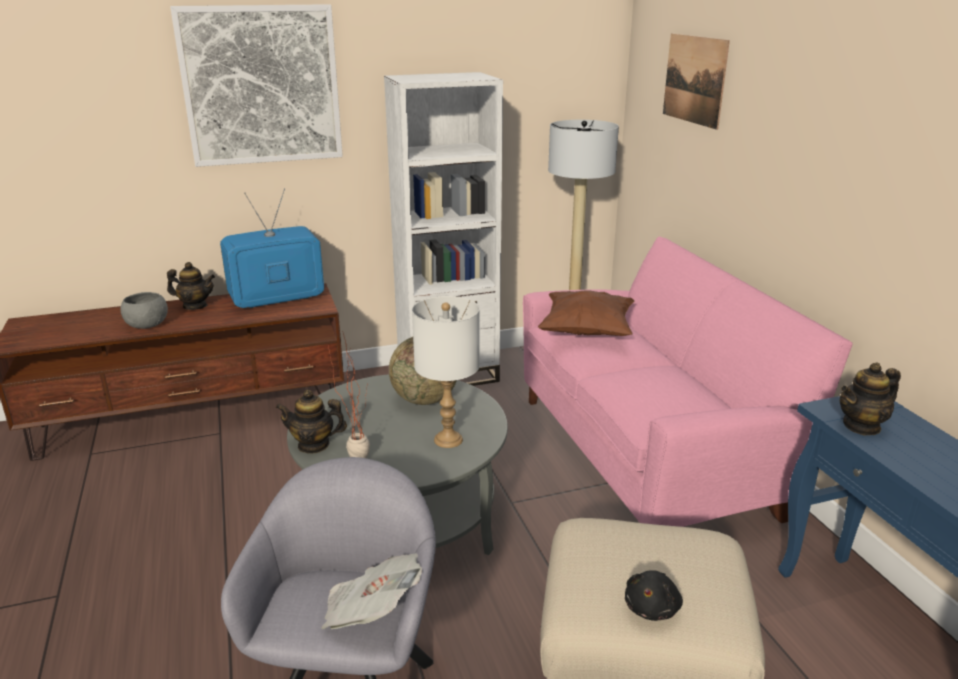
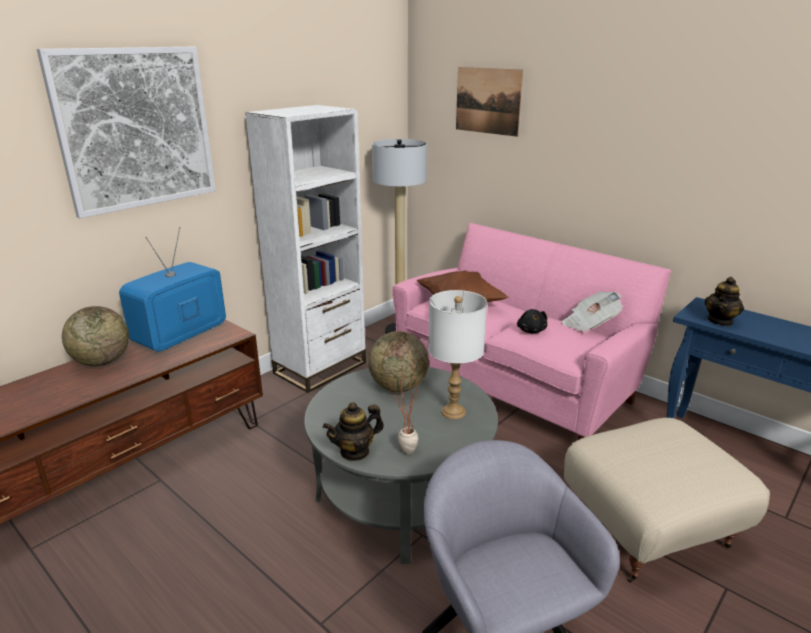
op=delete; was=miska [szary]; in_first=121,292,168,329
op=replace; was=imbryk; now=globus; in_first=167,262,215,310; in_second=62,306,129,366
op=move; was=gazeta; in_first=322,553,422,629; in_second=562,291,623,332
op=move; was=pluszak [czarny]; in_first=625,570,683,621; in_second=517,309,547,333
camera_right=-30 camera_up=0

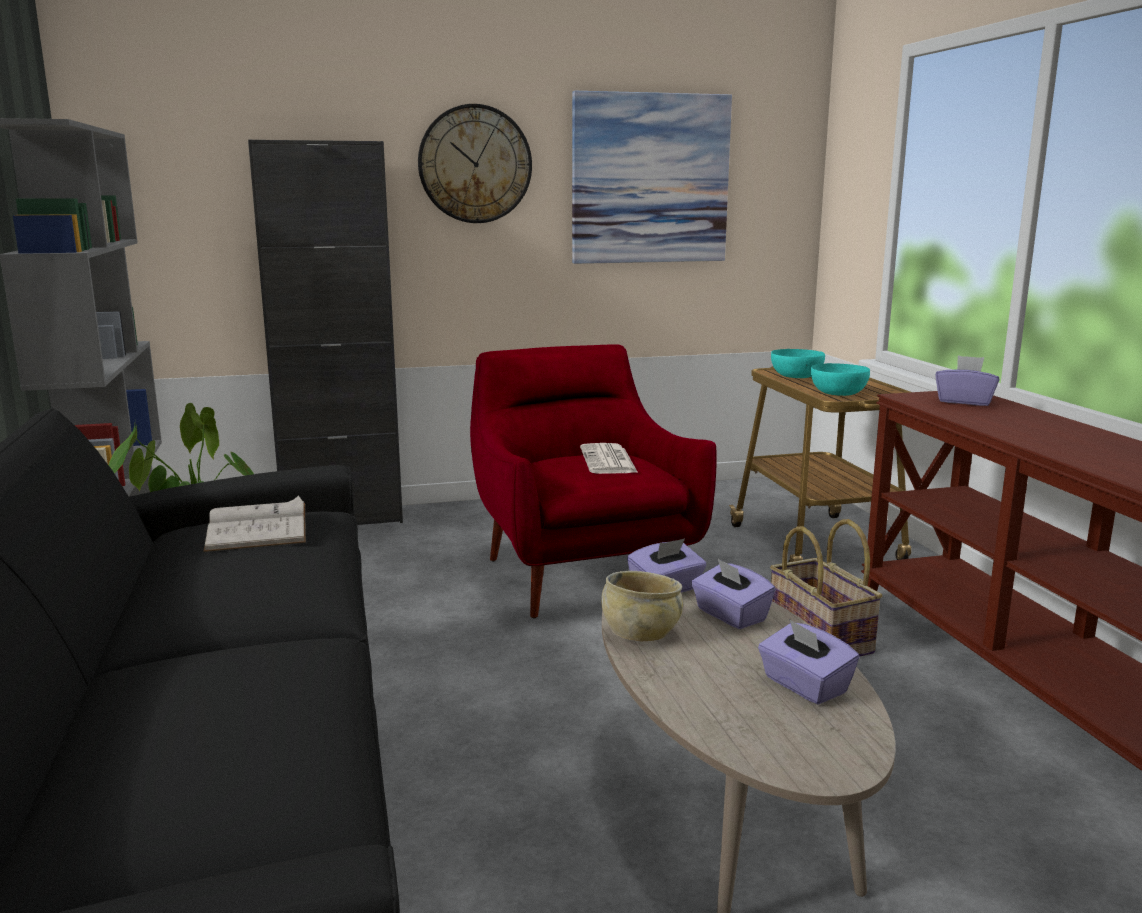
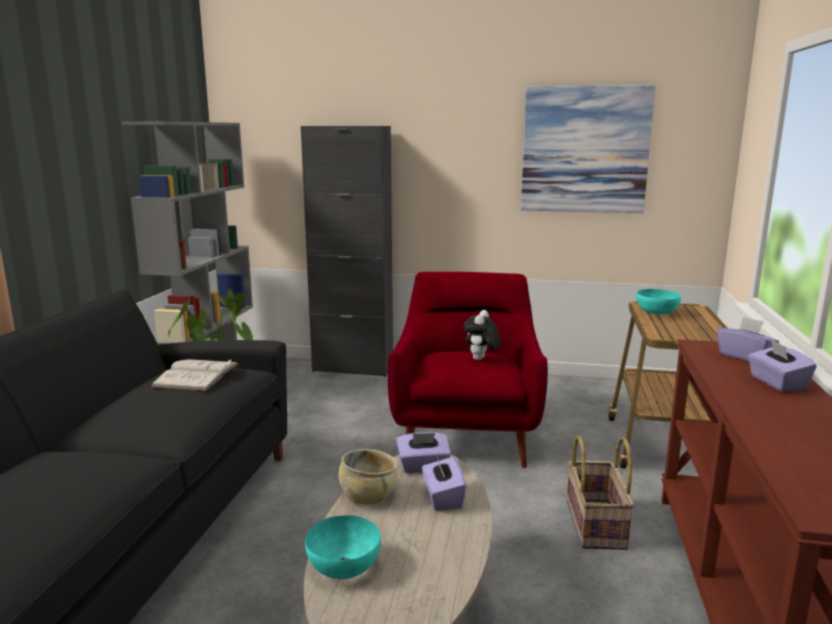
op=delete; was=zegar ścienny; in_first=418,104,532,223
op=replace; was=gazeta; now=pluszak; in_first=580,443,638,474; in_second=464,310,501,360
op=move; was=pudełko chusteczek [fioletowy]; in_first=758,619,860,705; in_second=748,339,817,392
op=move; was=miska [turkusowy]; in_first=811,363,870,396; in_second=305,515,381,579
camera_right=25 camera_up=0

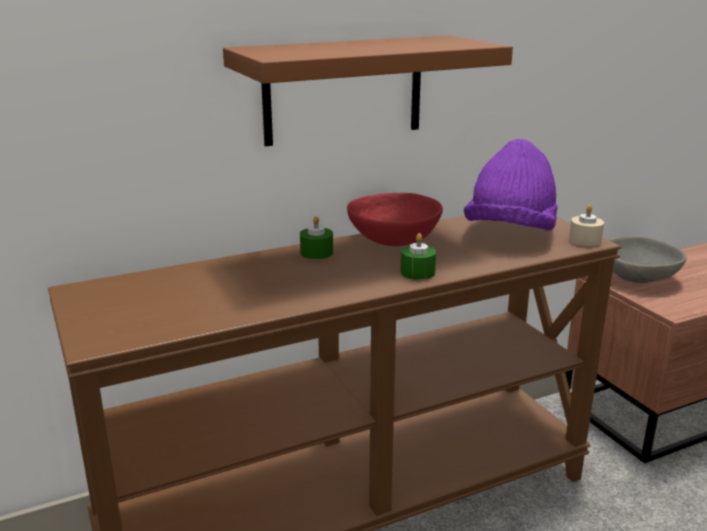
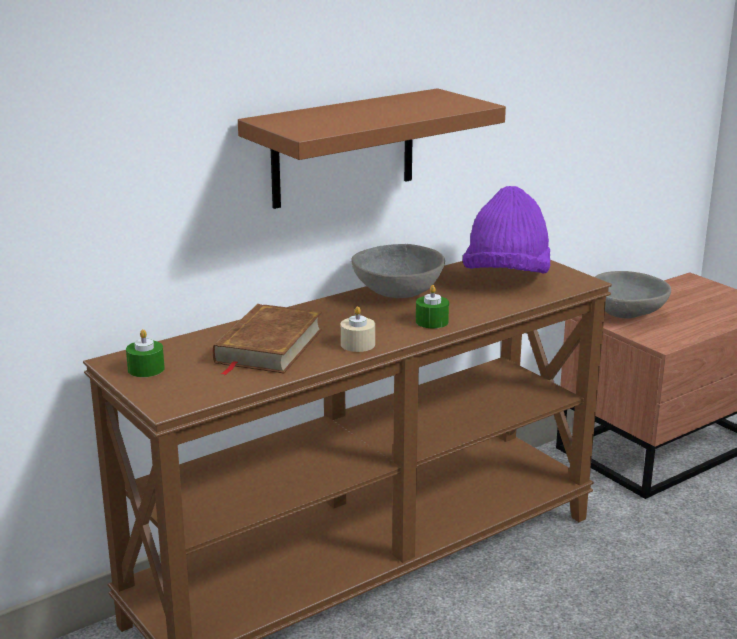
op=move; was=świeca [zielony]; in_first=300,216,333,259; in_second=126,329,165,377
op=recolor; was=miska [czerwony]; now=miska [szary]; in_first=347,193,443,246; in_second=351,244,445,298
op=move; was=świeca [beżowy]; in_first=569,205,604,246; in_second=341,306,375,352
op=insert; now=książka [brązowy]; in_second=213,304,322,375
camera_right=-10 camera_up=0

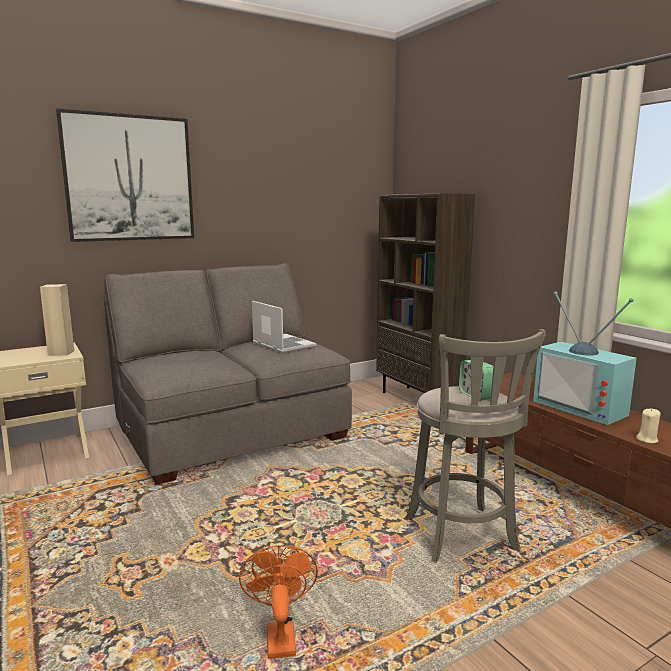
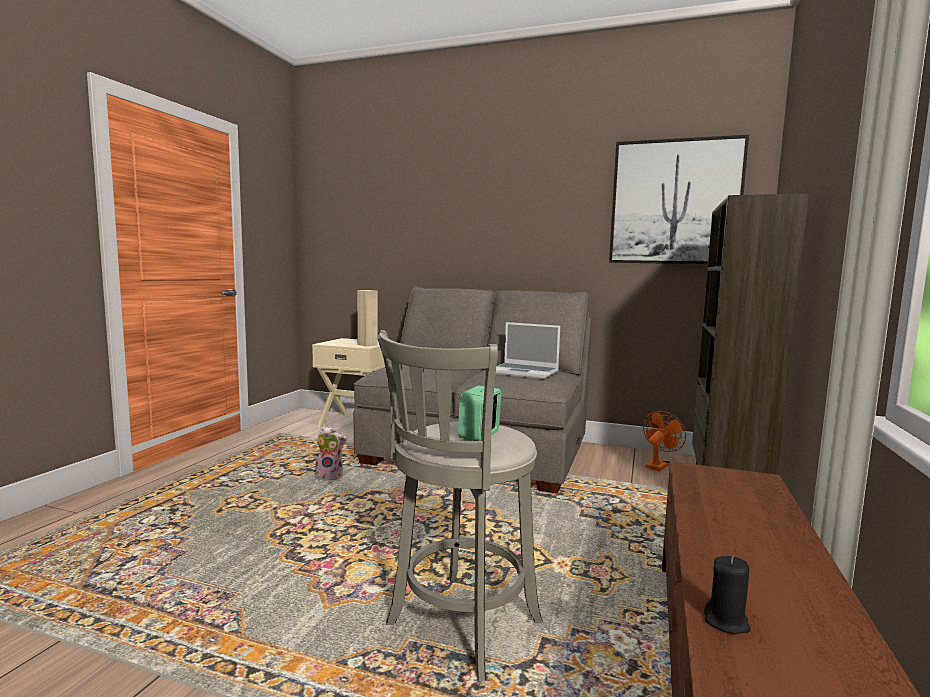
op=move; was=obraz; in_first=56,109,194,242; in_second=609,135,749,264
op=move; was=wentylator [pomarańczowy]; in_first=239,545,318,659; in_second=643,411,686,471
op=rotate; was=laptop; in_first=252,301,317,353; in_second=496,322,560,379; clockwise=105
op=delete; was=telewizor; in_first=533,292,637,425
op=recolor; was=świeca [beżowy]; now=świeca [czarny]; in_first=636,408,661,443; in_second=704,556,751,634
op=insert; now=pluszak; in_second=313,426,347,480
camera_right=50 camera_up=-5

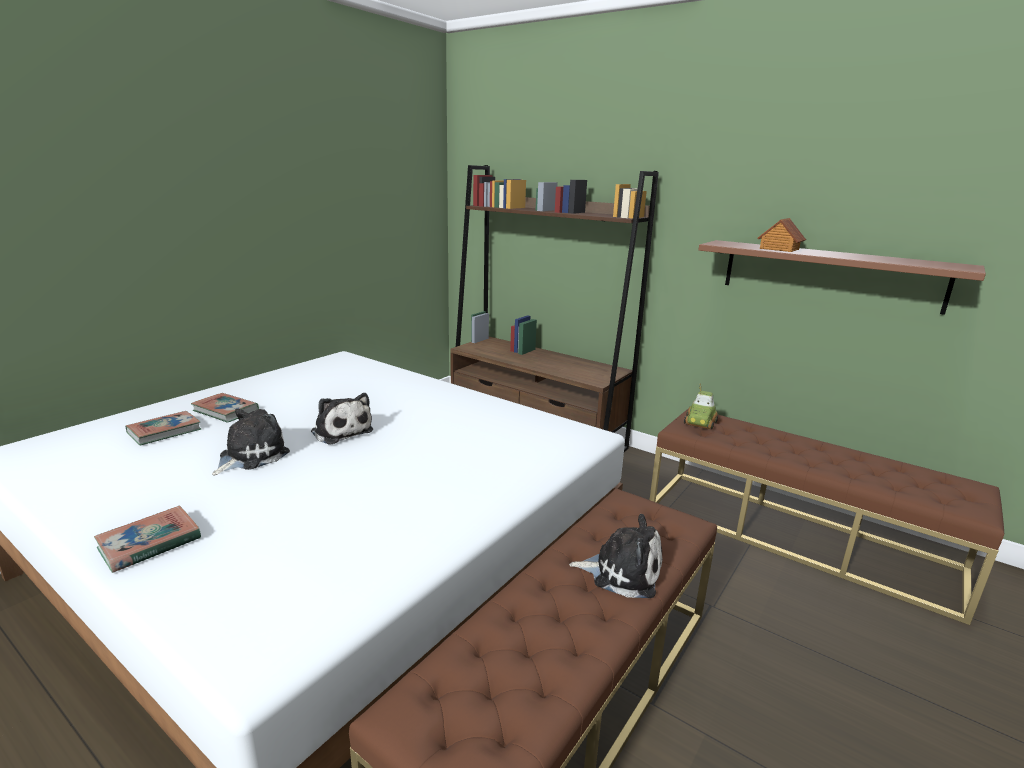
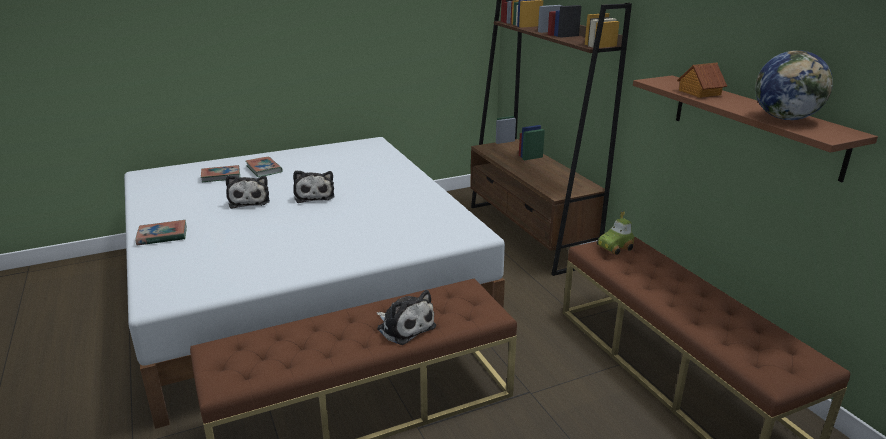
op=rotate; was=pluszak; in_first=212,409,290,476; in_second=226,175,270,209; clockwise=105
op=insert; now=globus; in_second=755,50,833,120
camera_right=30 camera_up=5

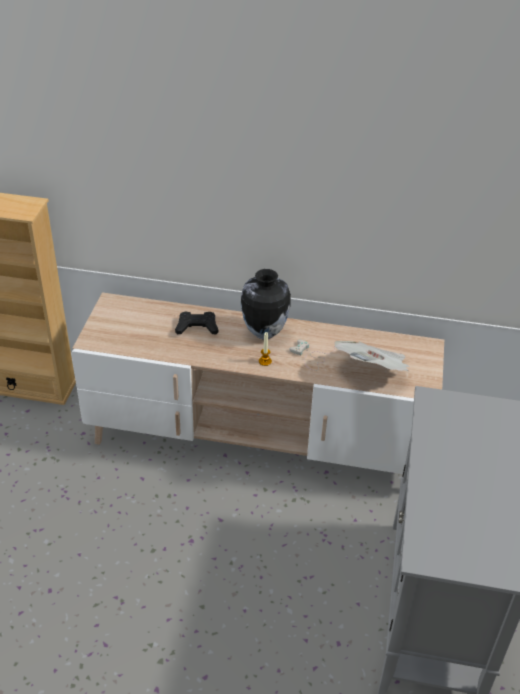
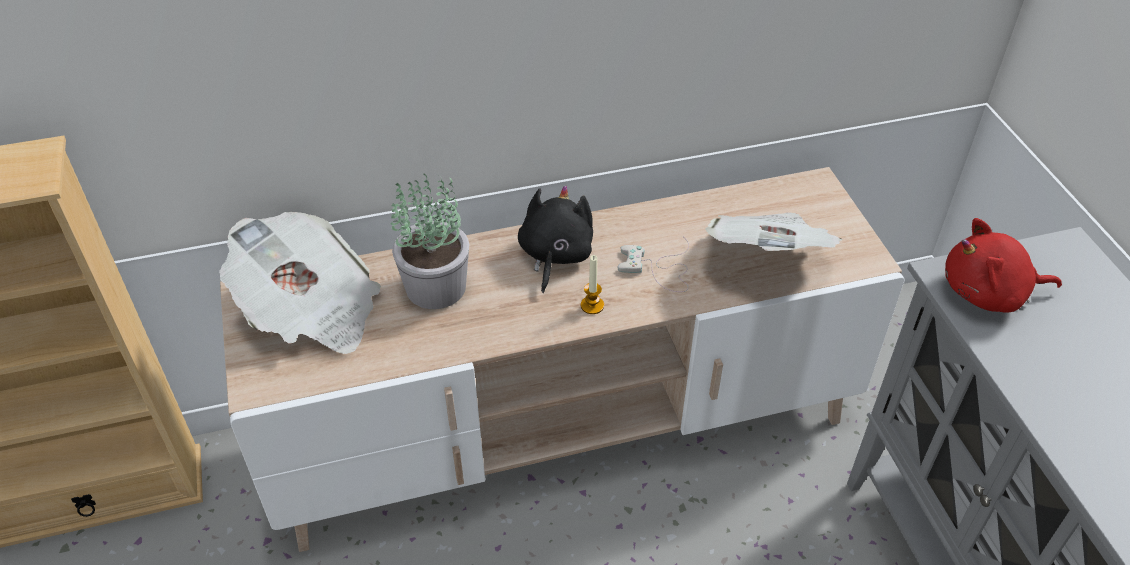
op=replace; was=pad do gier [czarny]; now=roślina doniczkowa; in_first=175,311,218,335; in_second=391,173,469,309
op=replace; was=wazon; now=pluszak [czarny]; in_first=241,269,291,339; in_second=518,185,593,293
op=insert; now=gazeta; in_second=219,212,381,354
op=insert; now=pluszak [czerwony]; in_second=945,218,1062,313
camera_right=-25 camera_up=5

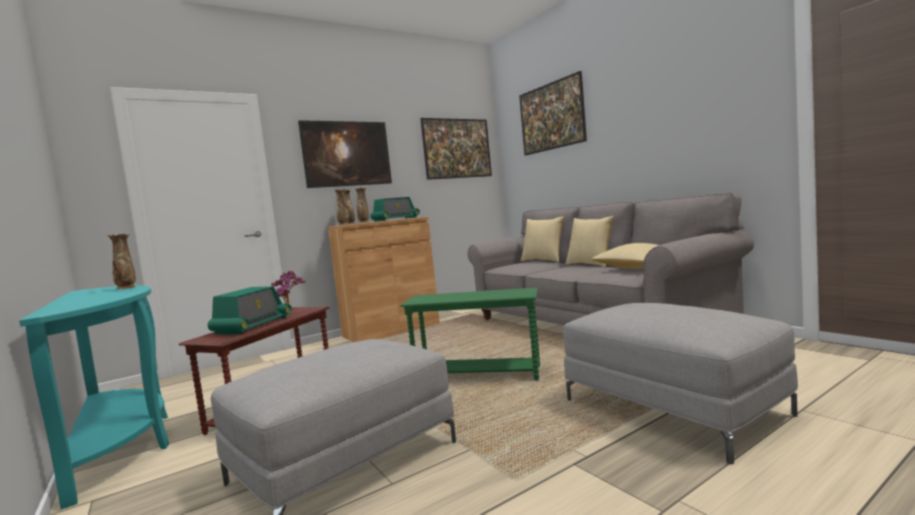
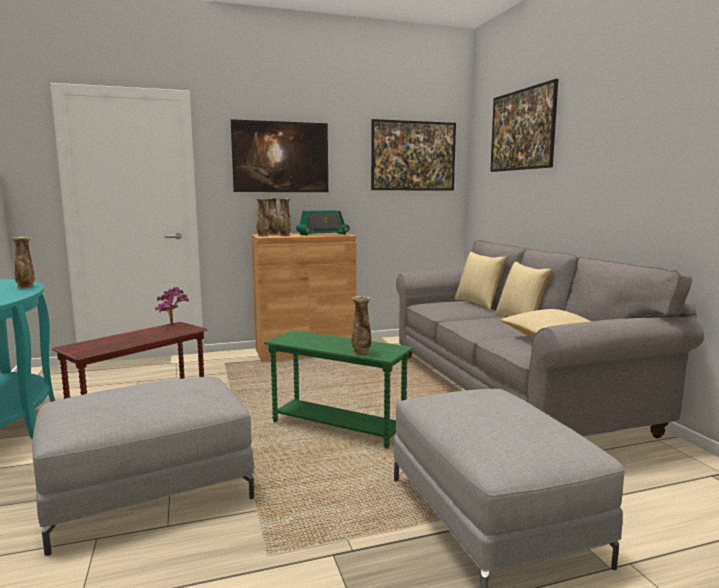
op=delete; was=radio; in_first=208,286,292,334
op=insert; now=wazon; in_second=352,296,371,355
camera_right=15 camera_up=5

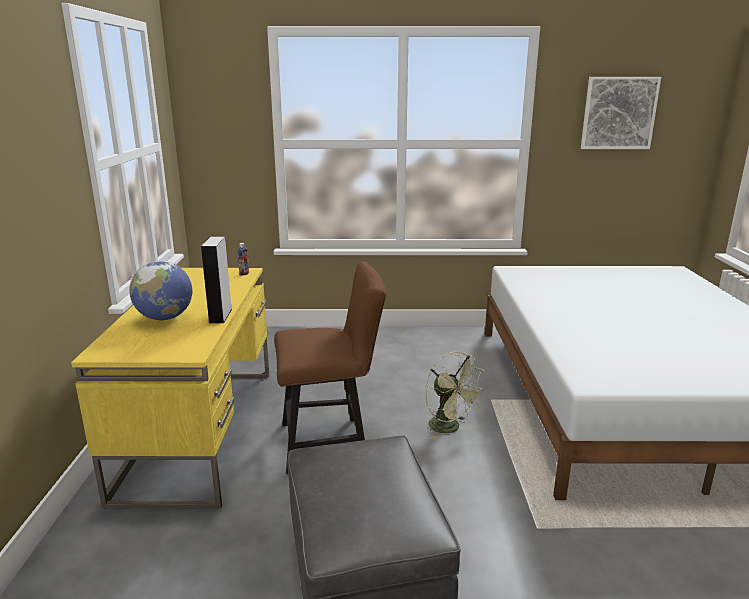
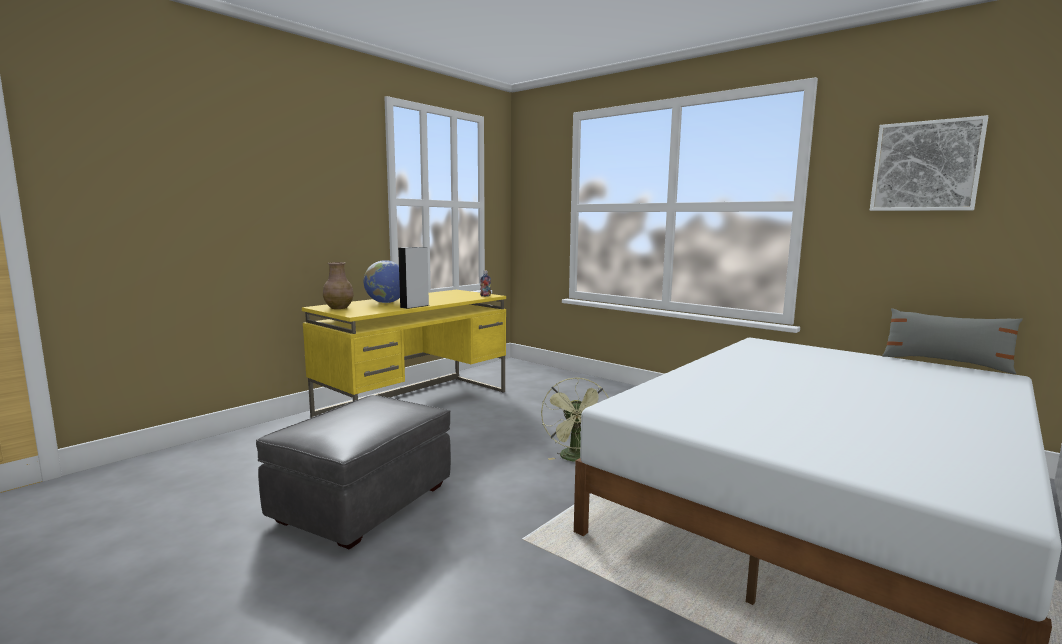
op=delete; was=krzesło [brązowy]; in_first=274,262,386,474
op=insert; now=wazon [brązowy]; in_second=323,262,354,309
op=insert; now=poduszka [szary]; in_second=882,308,1023,374
camera_right=40 camera_up=-10

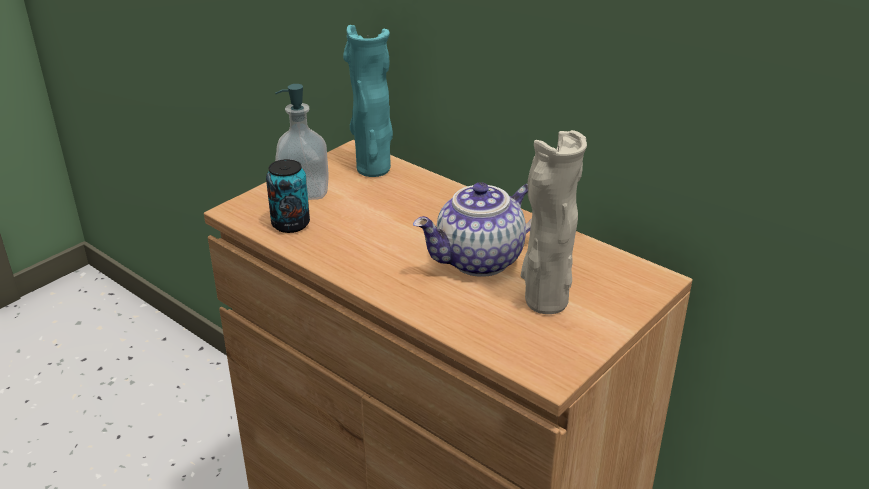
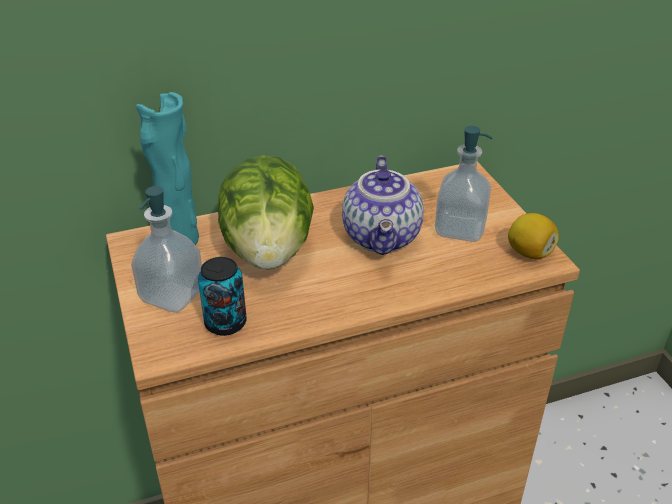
op=replace; was=wazon [beżowy]; now=dozownik mydła; in_first=521,130,587,314; in_second=435,126,493,242
op=insert; now=sałata; in_second=217,155,314,269
op=insert; now=cytryna; in_second=508,213,559,259
camera_right=-60 camera_up=5

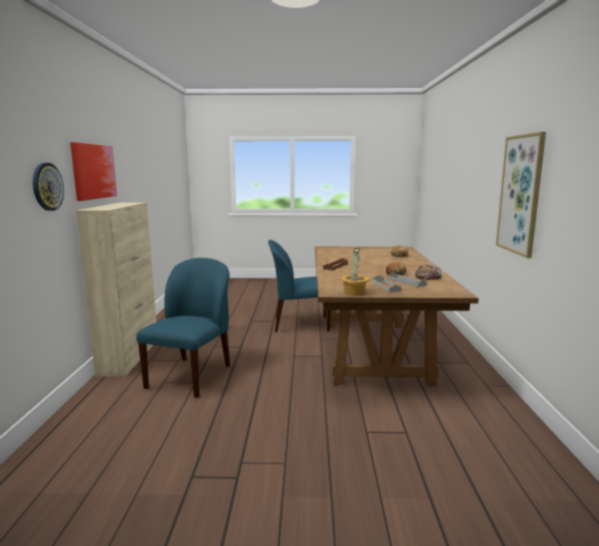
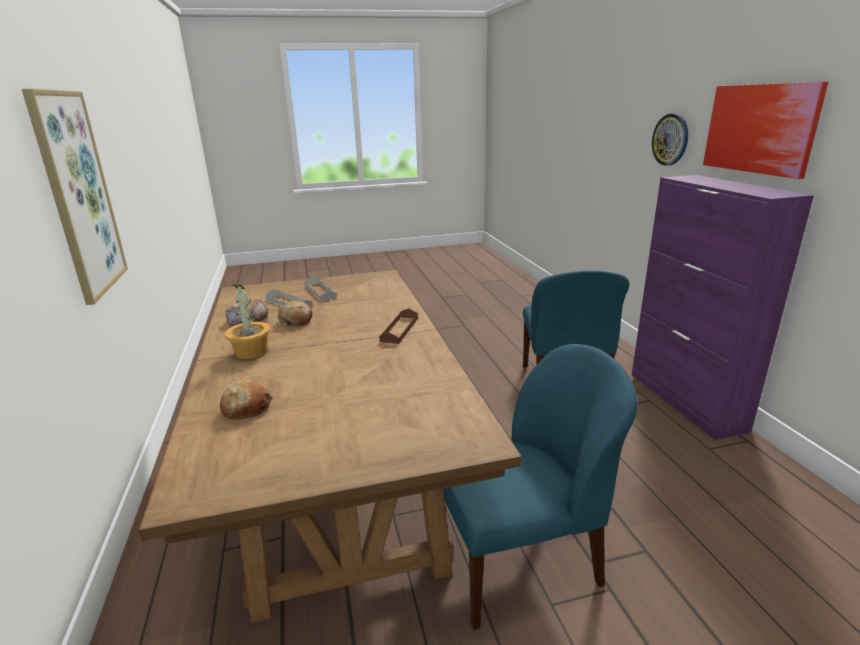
op=recolor; was=szafka [beżowy]; now=szafka [fioletowy]; in_first=76,202,156,377; in_second=632,175,814,440
op=move; was=roślina doniczkowa; in_first=341,248,369,296; in_second=225,285,271,359
camera_right=165 camera_up=10

